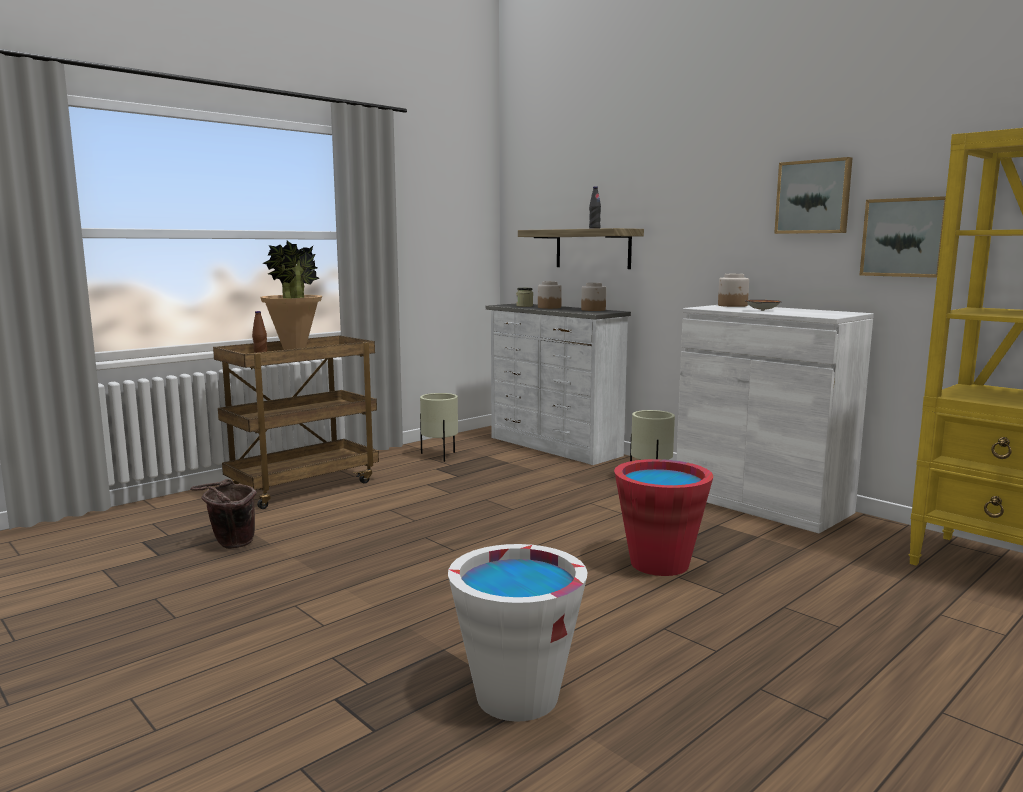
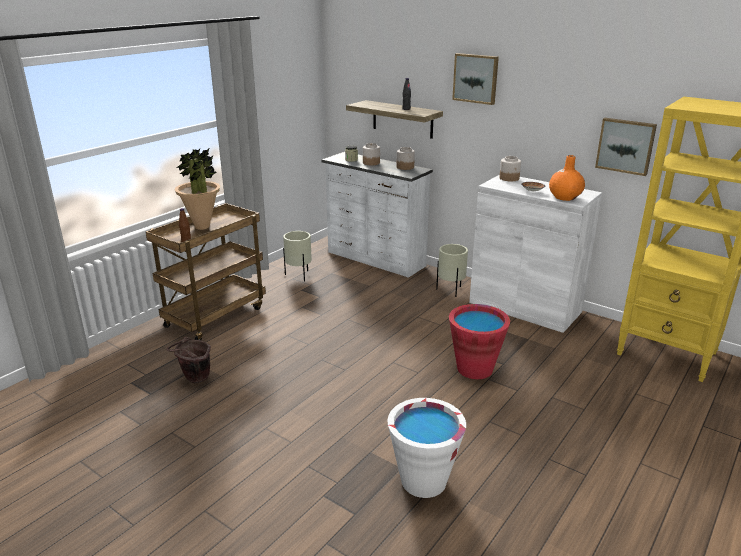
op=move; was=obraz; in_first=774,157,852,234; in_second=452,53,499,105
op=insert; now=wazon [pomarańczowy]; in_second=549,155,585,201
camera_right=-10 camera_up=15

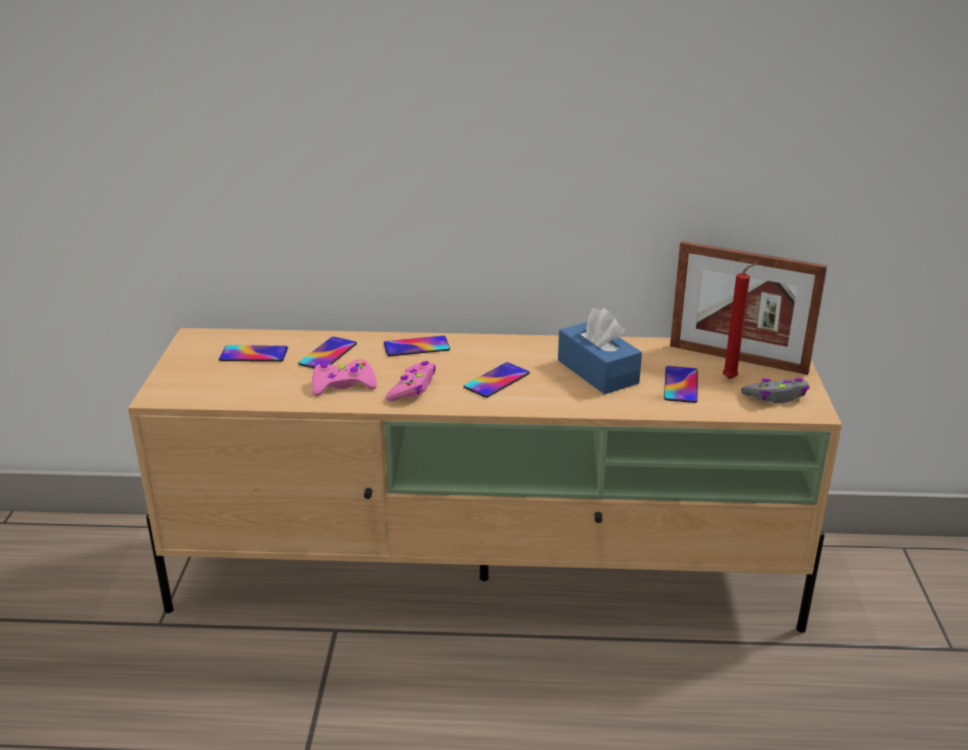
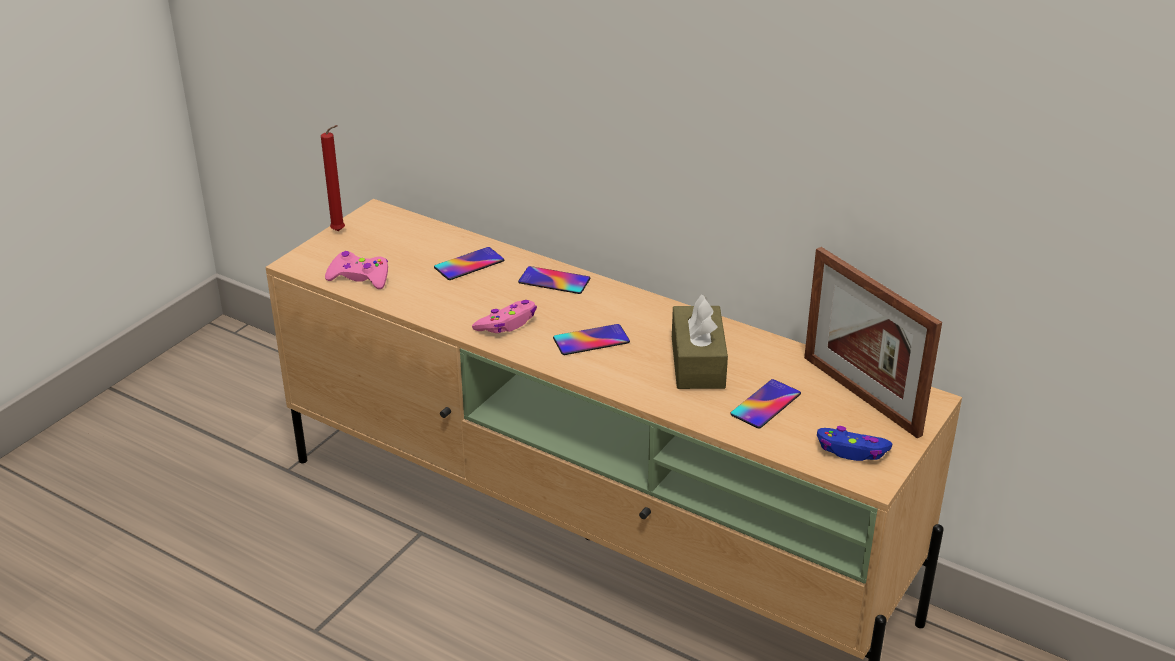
op=delete; was=telefon; in_first=219,345,288,362
op=move; was=pad do gier [różowy]; in_first=312,359,377,396; in_second=325,251,388,289
op=recolor; was=pudełko chusteczek [niebieski]; now=pudełko chusteczek [brązowy]; in_first=558,308,642,395; in_second=672,294,728,389
op=move; was=świeca [czerwony]; in_first=723,262,758,379; in_second=321,125,345,231
op=recolor; was=pad do gier [szary]; now=pad do gier [niebieski]; in_first=741,378,810,403; in_second=817,426,892,461
camera_right=30 camera_up=5

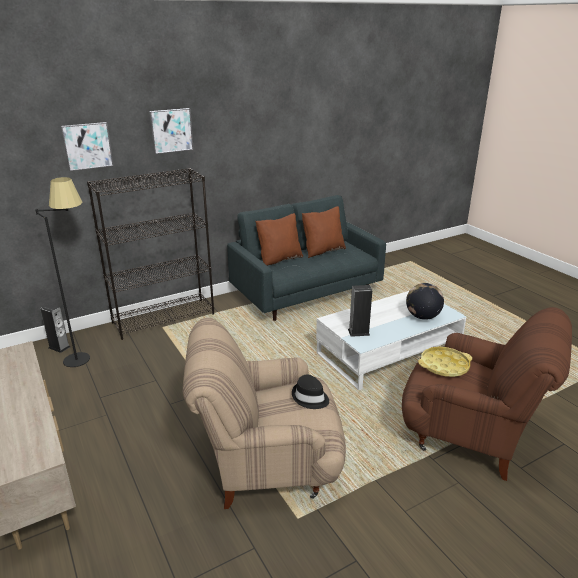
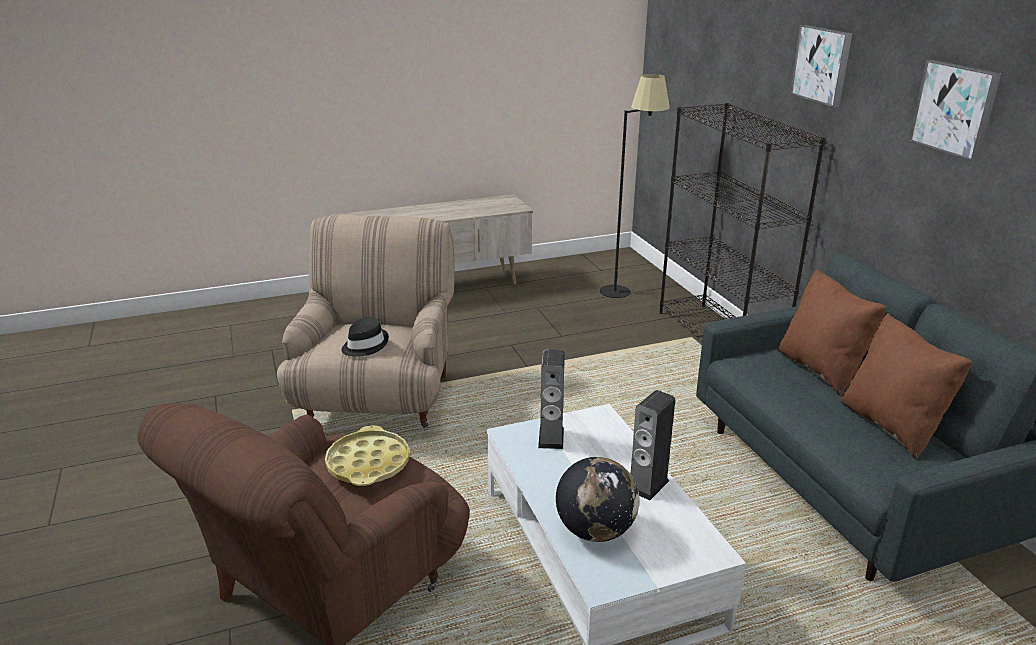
op=move; was=głośnik; in_first=40,304,70,353; in_second=631,390,675,501
op=move; was=obraz; in_first=61,122,114,171; in_second=909,60,1001,162
camera_right=100 camera_up=0

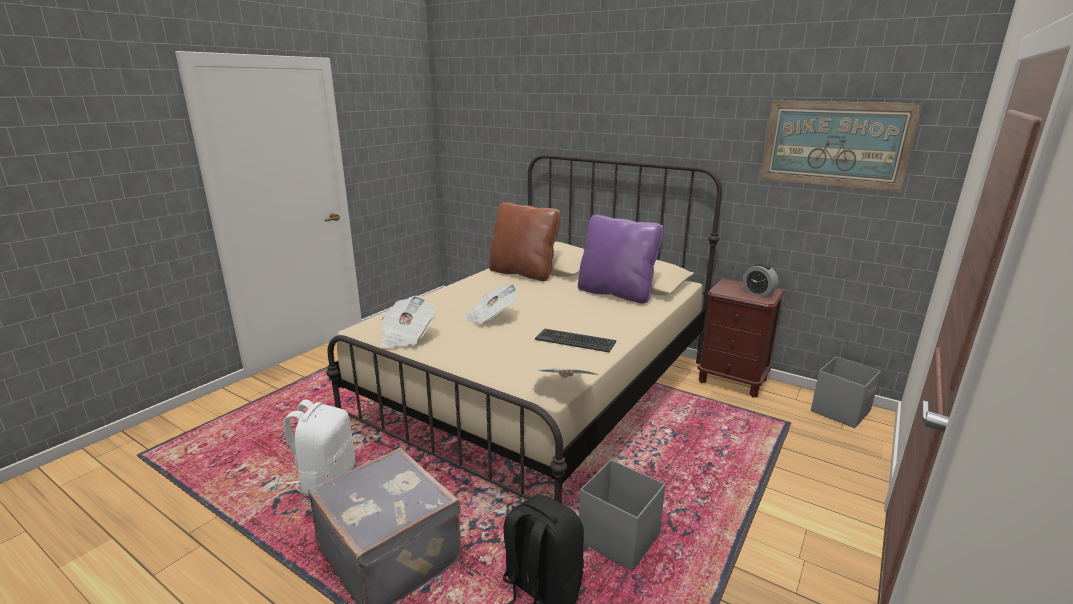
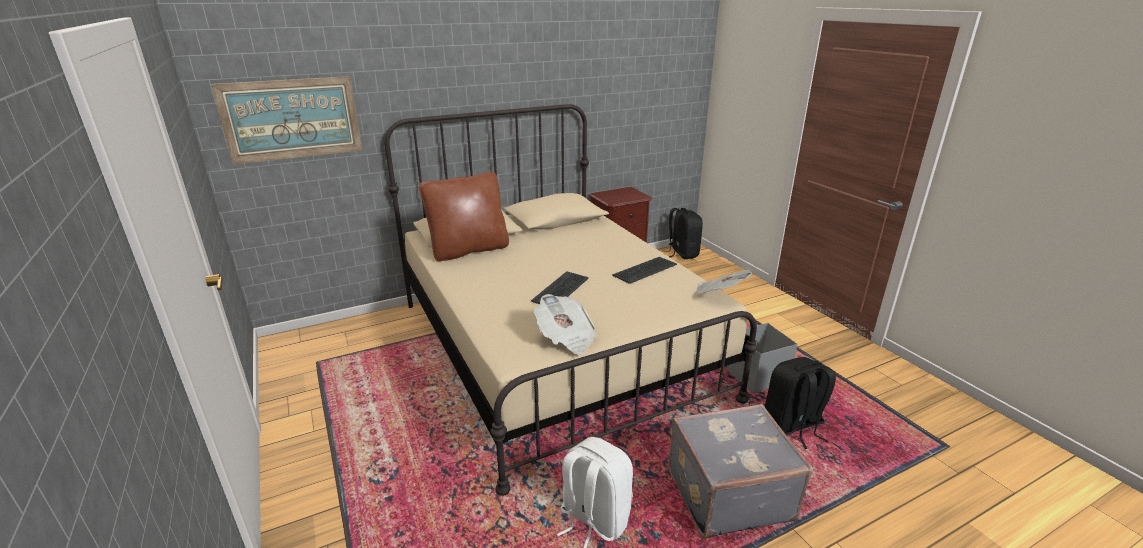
op=replace; was=gazeta; now=klawiatura; in_first=463,284,518,325; in_second=531,271,588,304
op=delete; was=poduszka [fioletowy]; in_first=578,215,663,304
op=delete; was=budzik; in_first=743,263,779,297
op=move; was=obraz; in_first=760,100,923,192; in_second=211,76,362,164
op=replace; was=pojemnik do przechowywania [szary]; now=plecak [czarny]; in_first=811,356,881,428; in_second=666,208,703,259
camera_right=-60 camera_up=5

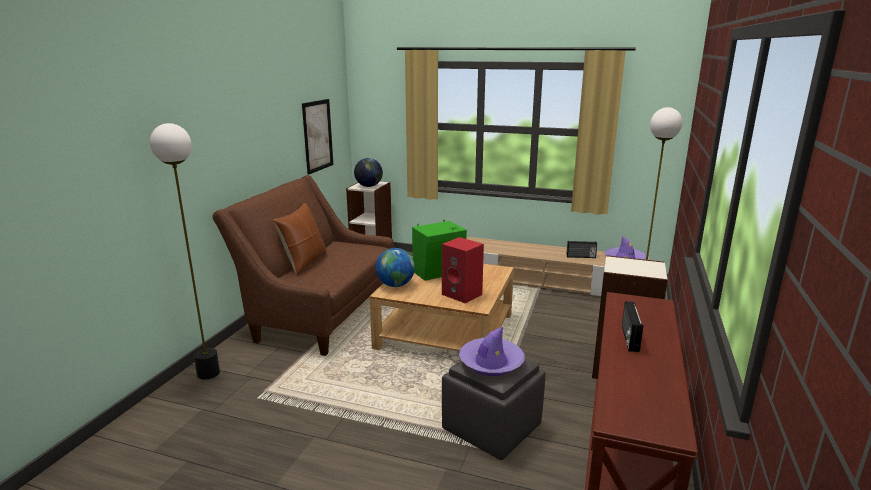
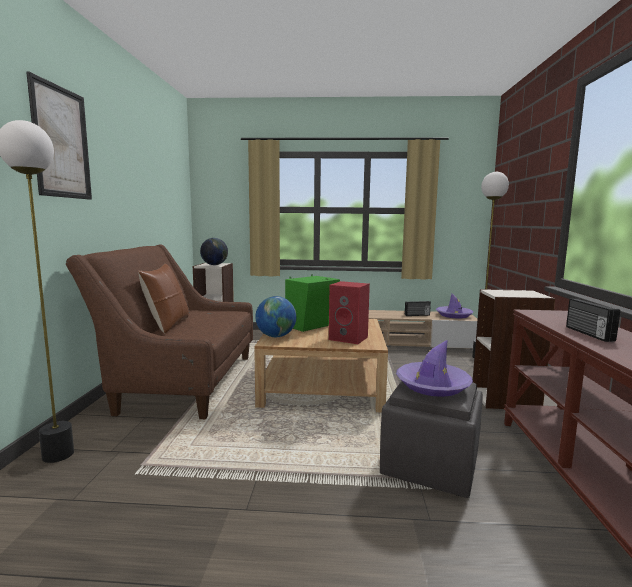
op=move; was=obraz; in_first=302,99,333,175; in_second=26,71,92,200
camera_right=-15 camera_up=-10

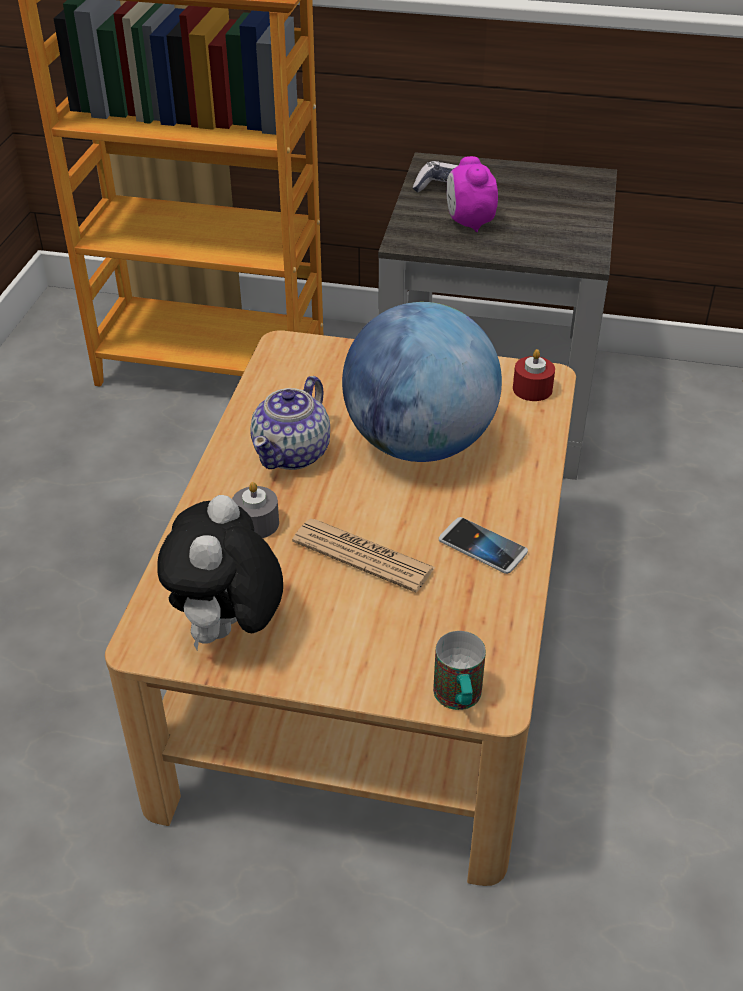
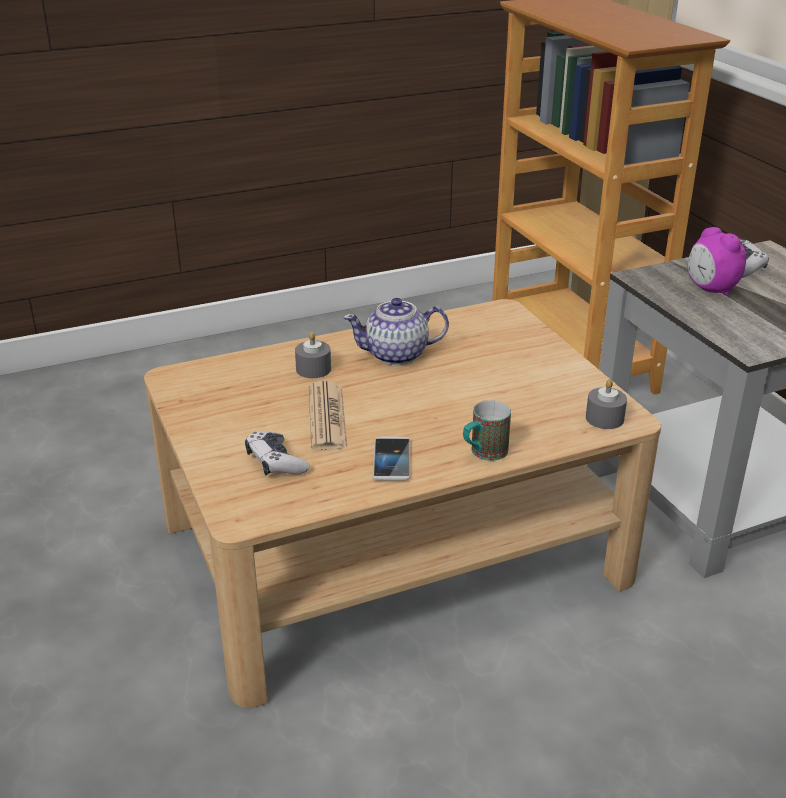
op=delete; was=pluszak; in_first=157,495,283,650
op=delete; was=globus; in_first=342,302,502,462
op=move; was=kubek; in_first=433,631,486,710; in_second=463,400,511,461
op=rotate; was=budzik; in_first=447,156,498,232; in_second=688,227,746,296; clockwise=-75
op=recolor; was=świeca [czerwony]; now=świeca [szary]; in_first=513,349,555,401; in_second=586,379,627,429
op=insert; now=pad do gier; in_second=245,431,310,475
camera_right=55 camera_up=-10

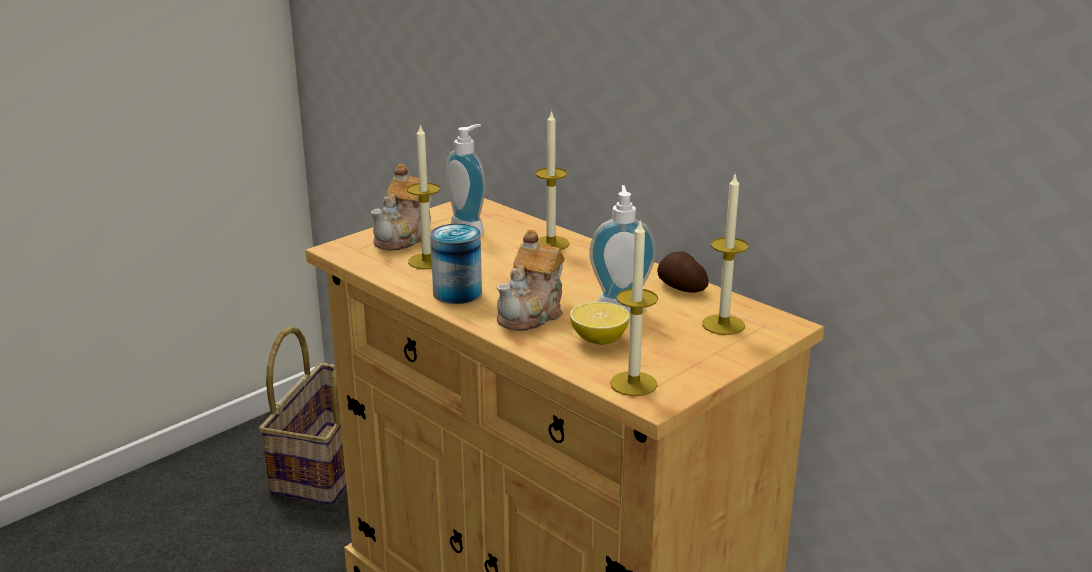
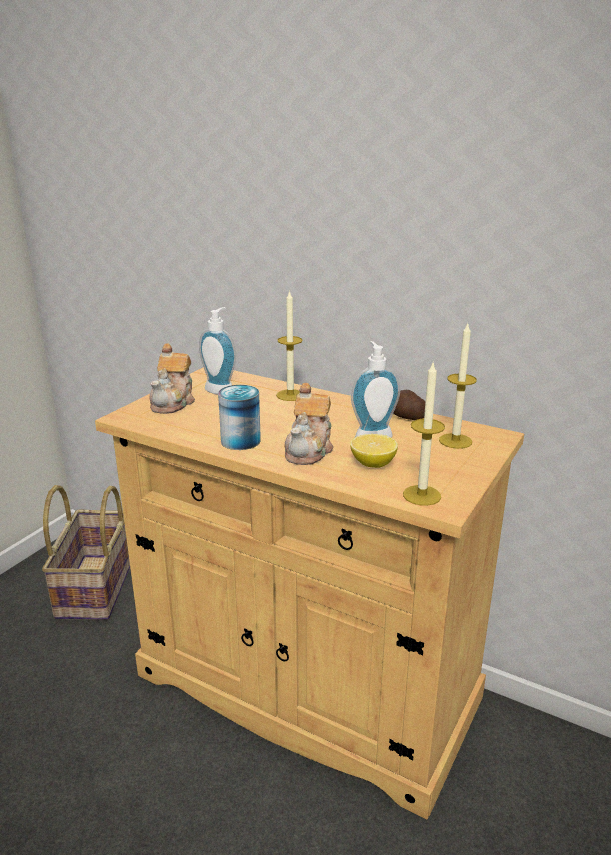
op=delete; was=świeca; in_first=407,124,440,269
camera_right=-15 camera_up=0

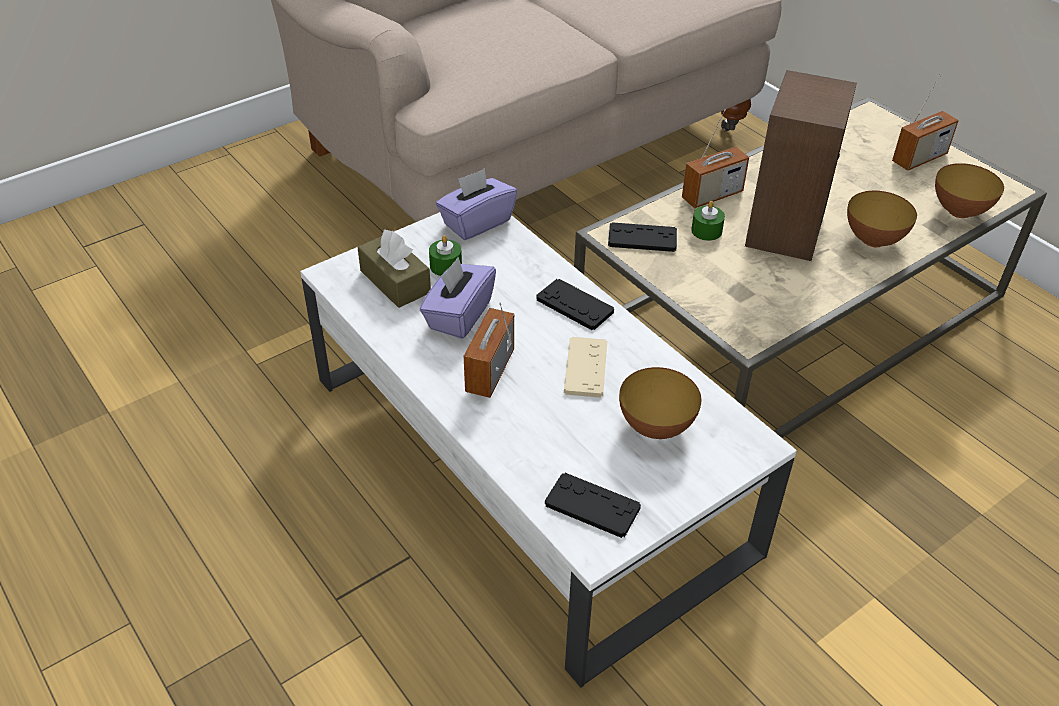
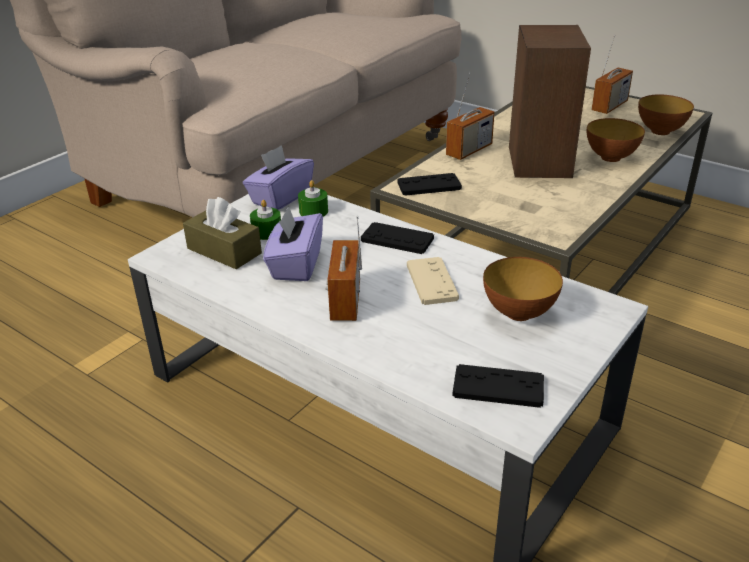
op=move; was=świeca [zielony]; in_first=691,201,725,241; in_second=298,180,328,217
camera_right=-15 camera_up=-10

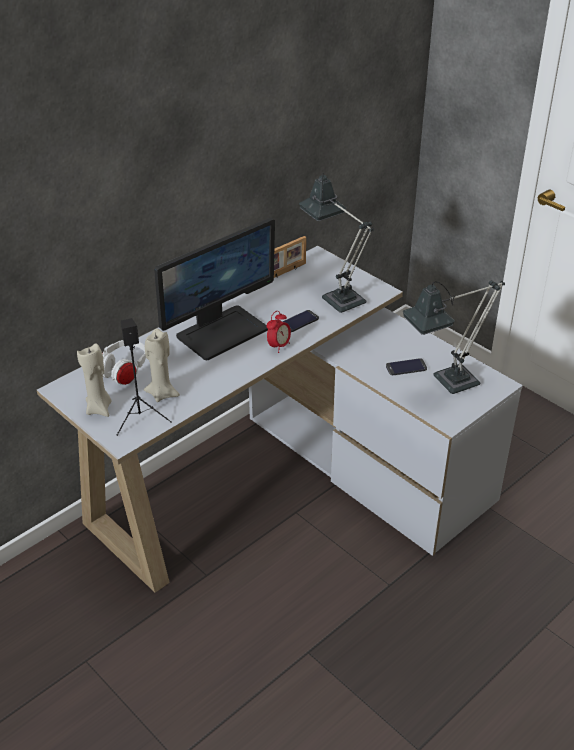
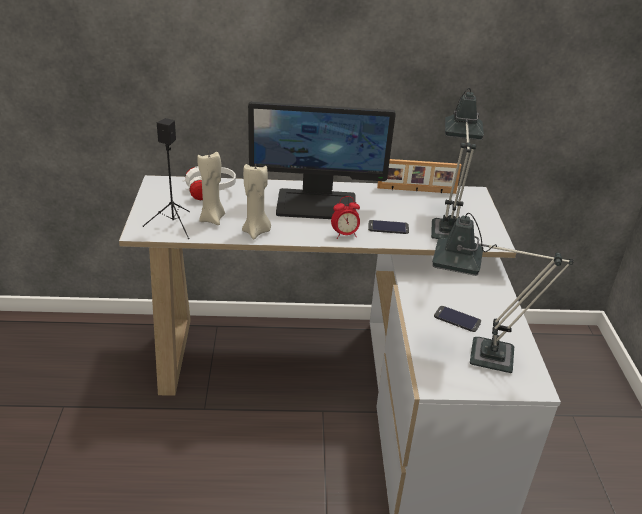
op=move; was=świeca [beżowy]; in_first=77,344,112,417; in_second=242,162,271,239
camera_right=40 camera_up=-5

